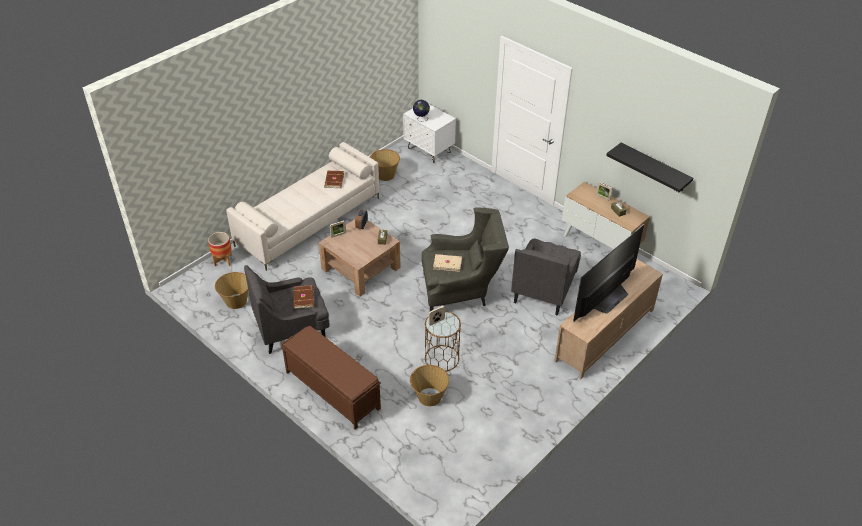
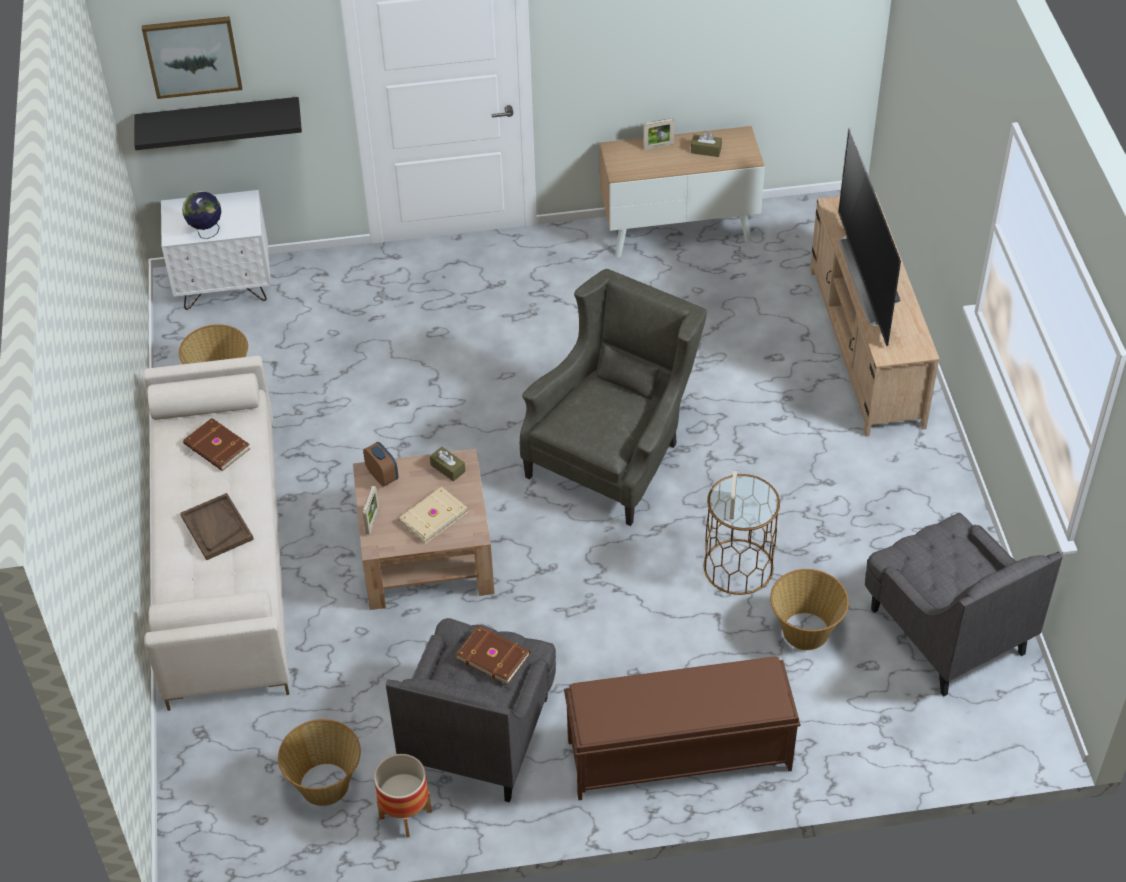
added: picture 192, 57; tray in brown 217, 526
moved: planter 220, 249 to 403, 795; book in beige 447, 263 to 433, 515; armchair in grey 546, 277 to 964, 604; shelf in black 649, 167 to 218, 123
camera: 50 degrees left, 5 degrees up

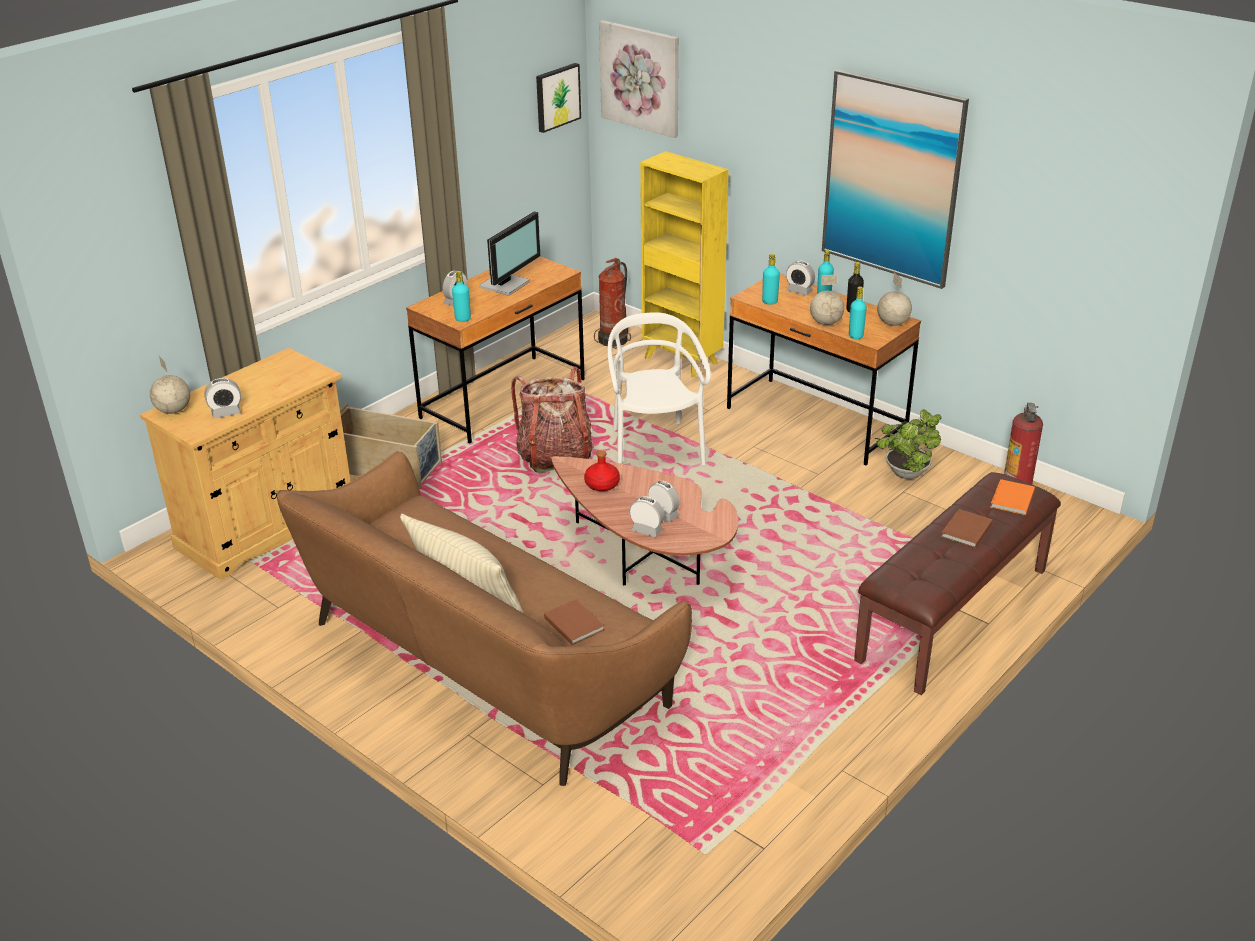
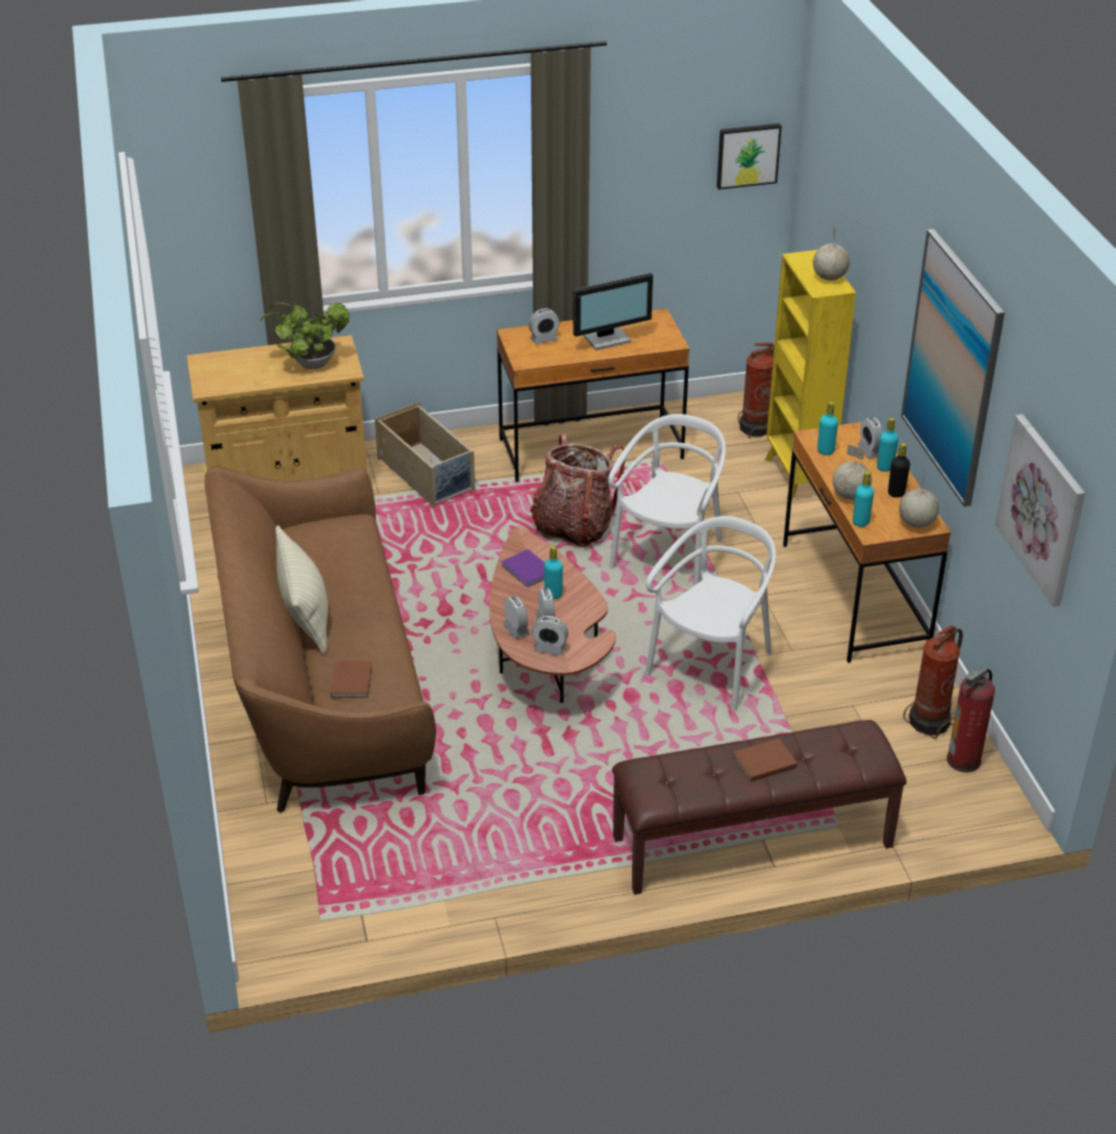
removed: book in orange 1012, 497
added: chair in white 711, 613; fire extinguisher 933, 682
moved: globe 170, 385 to 831, 253; alarm clock 222, 398 to 550, 635; bottle in turquoise 461, 296 to 553, 572; picture 639, 79 to 1040, 510; potted plant 908, 444 to 305, 335
replaced: bottle in red 602, 470 to book in purple 523, 568
camera: 35 degrees right, 5 degrees up

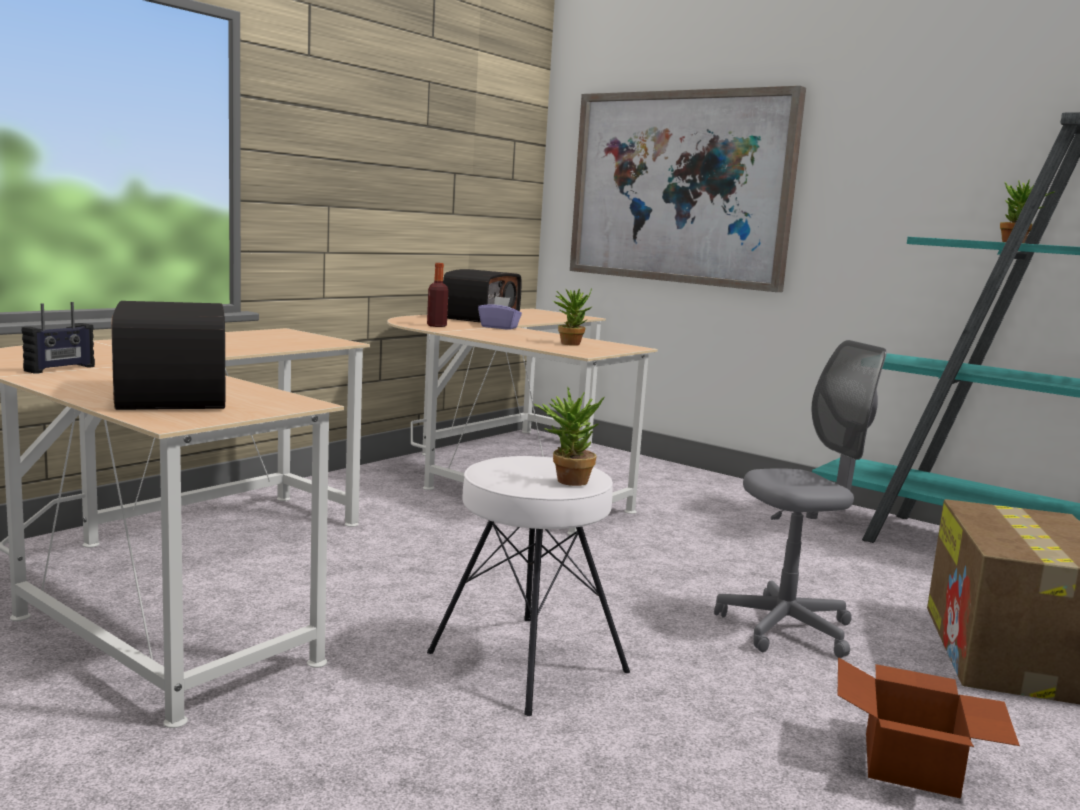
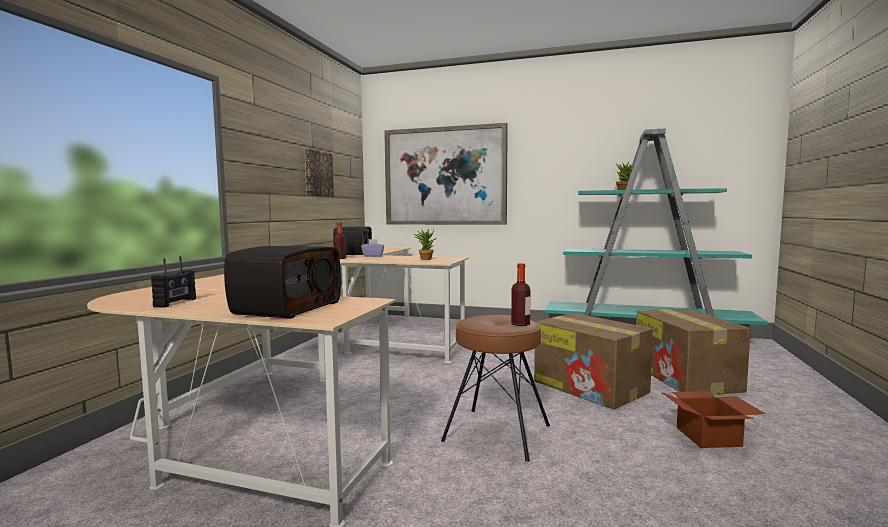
added: picture 319, 173
replaced: potted plant 569, 436 to bottle 521, 294; office chair in grey 800, 499 to cardboard box 593, 361
recoloured: stool in white 528, 586 to stool in brown 495, 388
turned: radio 168, 355 = 282, 282 60 degrees clockwise
camera: 20 degrees left, 5 degrees down

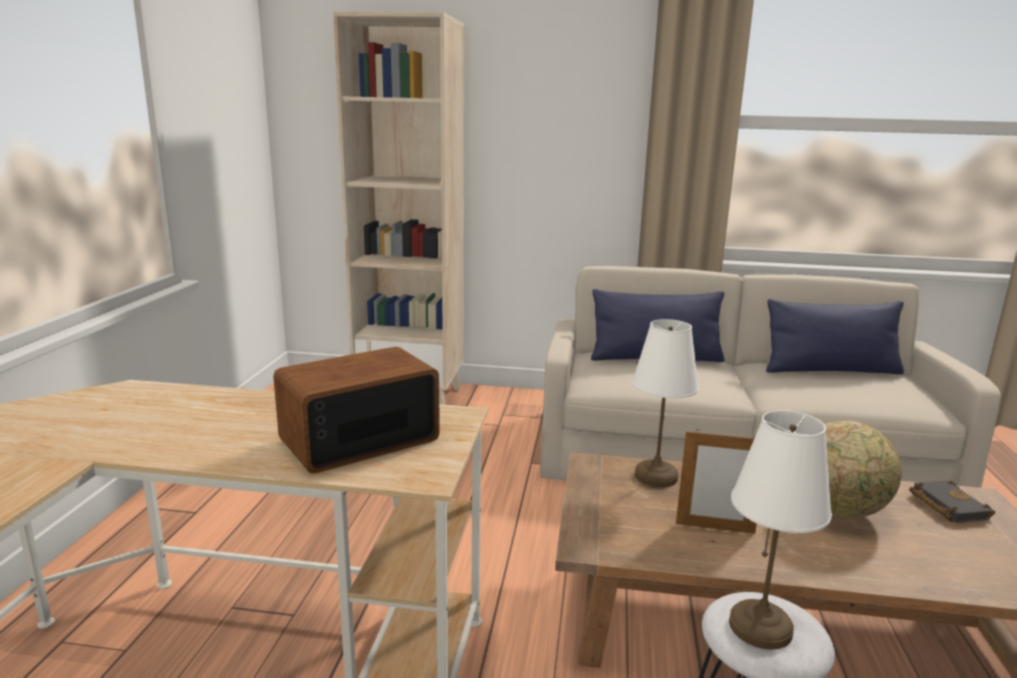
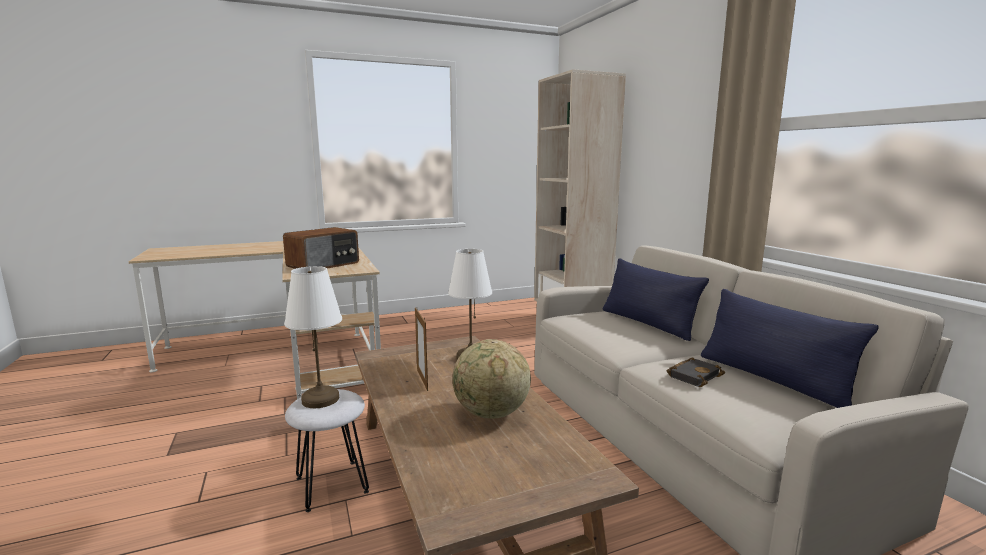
moved: book in black 952, 501 to 696, 372
turned: radio 356, 410 = 321, 248 105 degrees clockwise
camera: 60 degrees right, 5 degrees down

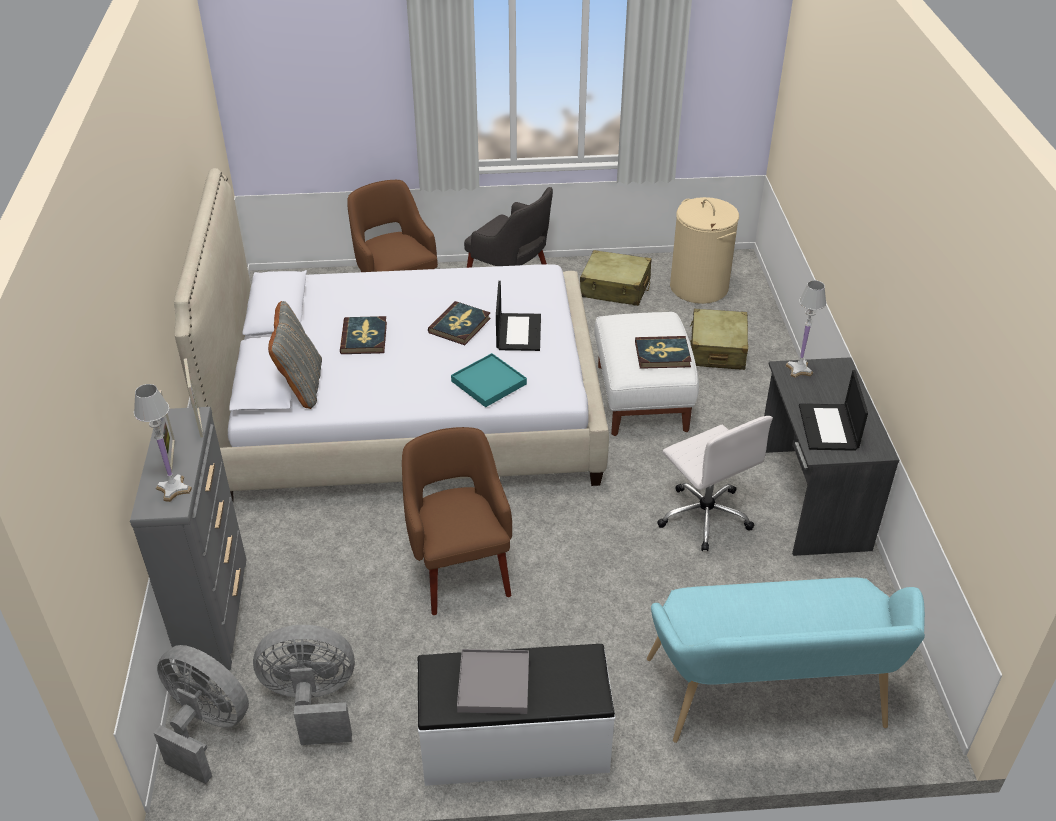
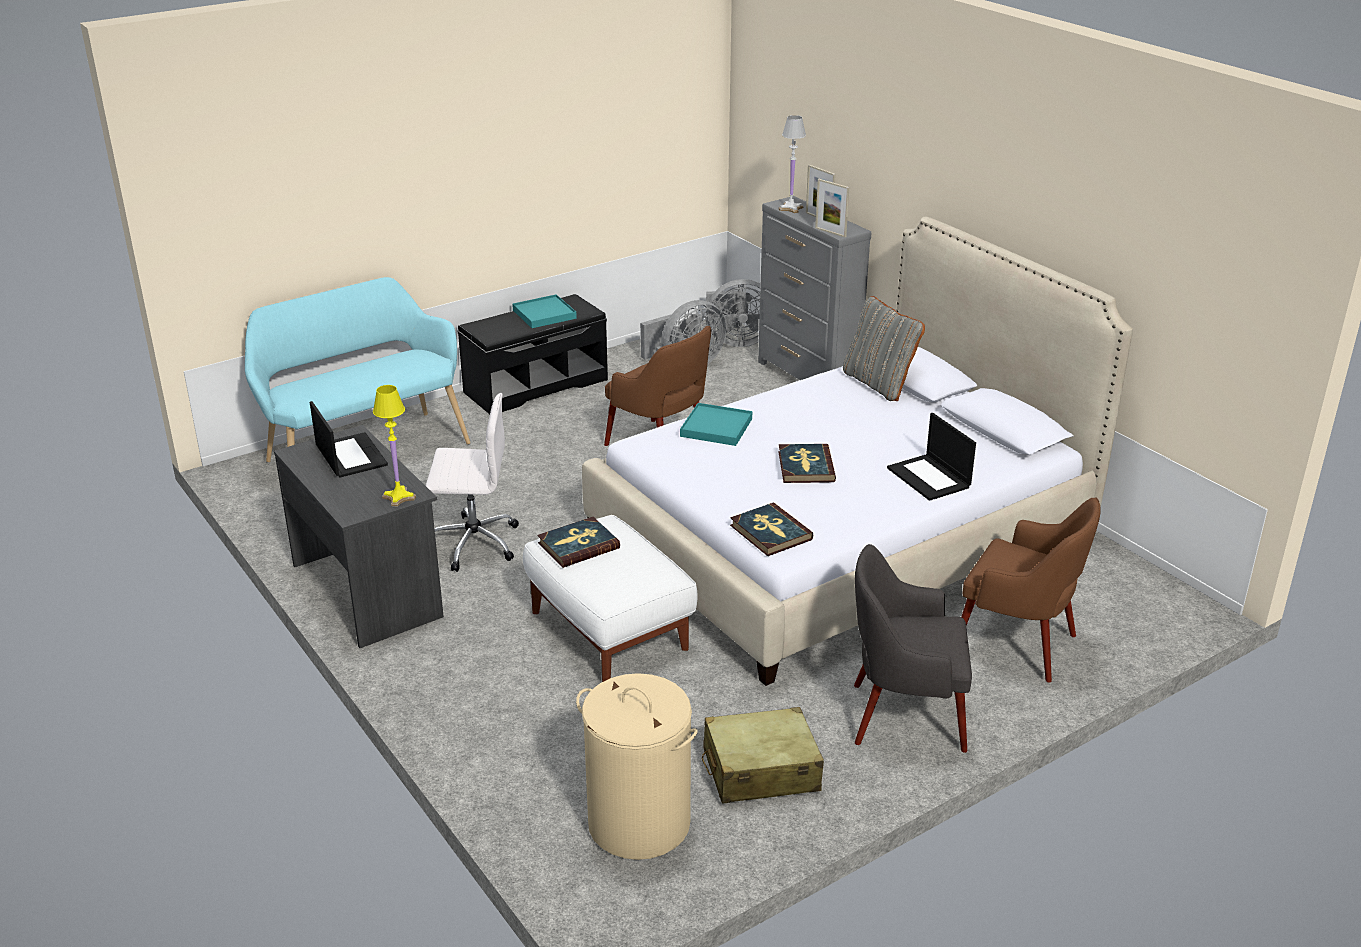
removed: suitcase in beige 719, 339
moved: book 363, 335 to 771, 529; laptop 518, 316 to 931, 457
recoloured: bench in white 516, 715 to bench in black 533, 354; tray in grey 493, 681 to tray in turquoise 544, 311; table lamp in white 806, 329 to table lamp in yellow 394, 445
turned: office chair in white 715, 483 = 472, 482 150 degrees clockwise
camera: 150 degrees right, 10 degrees down

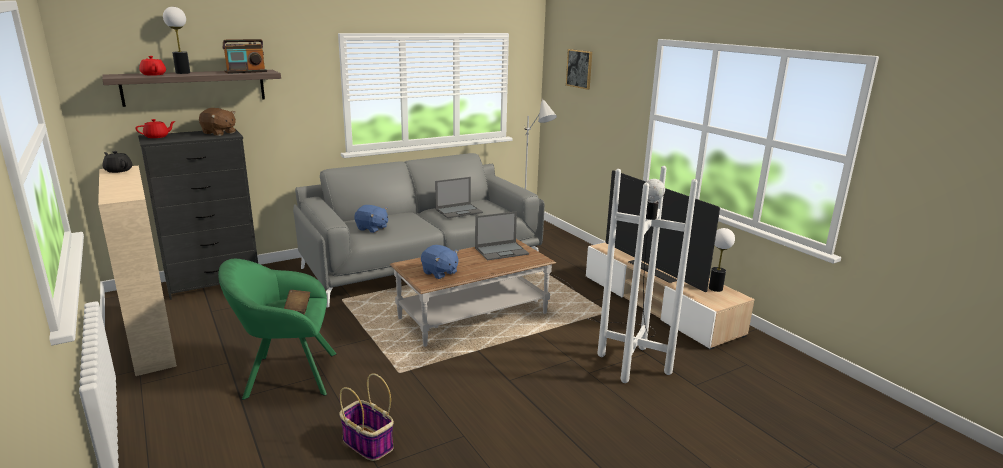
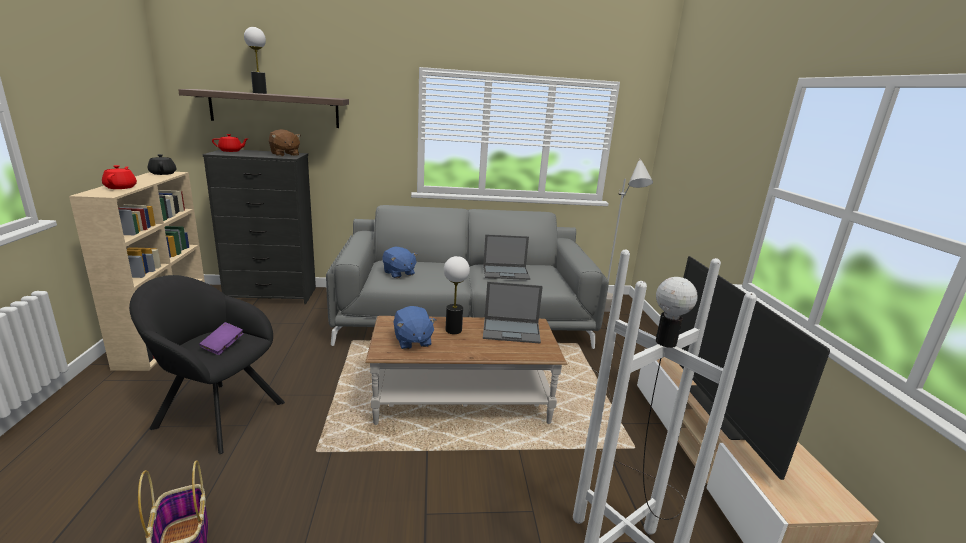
removed: radio 245, 56; picture 579, 69
moved: teapot in red 152, 66 to 119, 177; table lamp 722, 260 to 457, 295
recoloured: armchair in green 277, 329 to armchair in black 207, 364; book in brown 297, 302 to book in purple 221, 338
camera: 25 degrees right, 0 degrees up

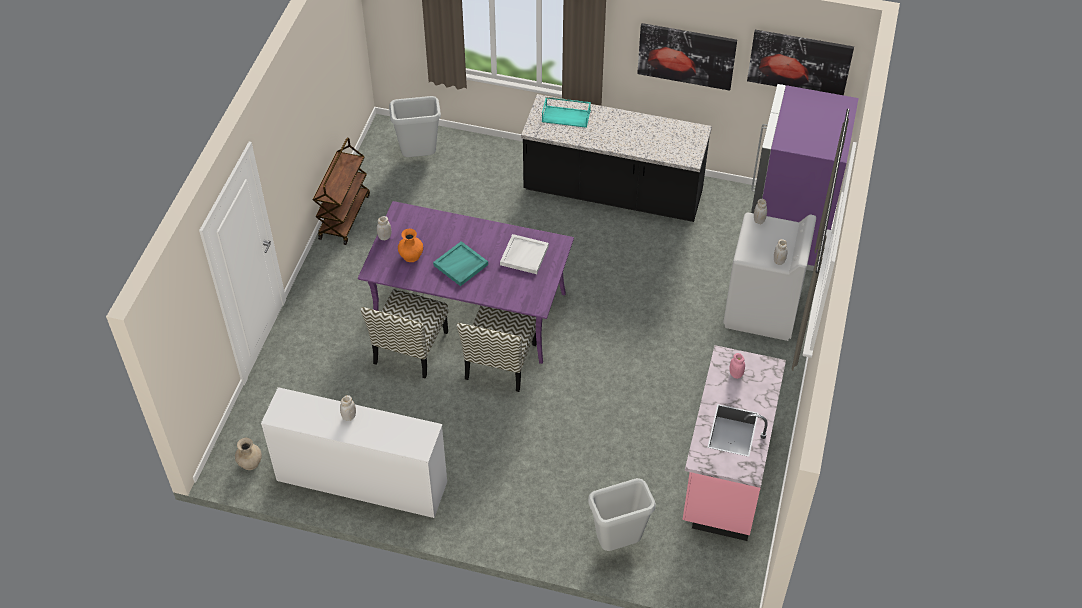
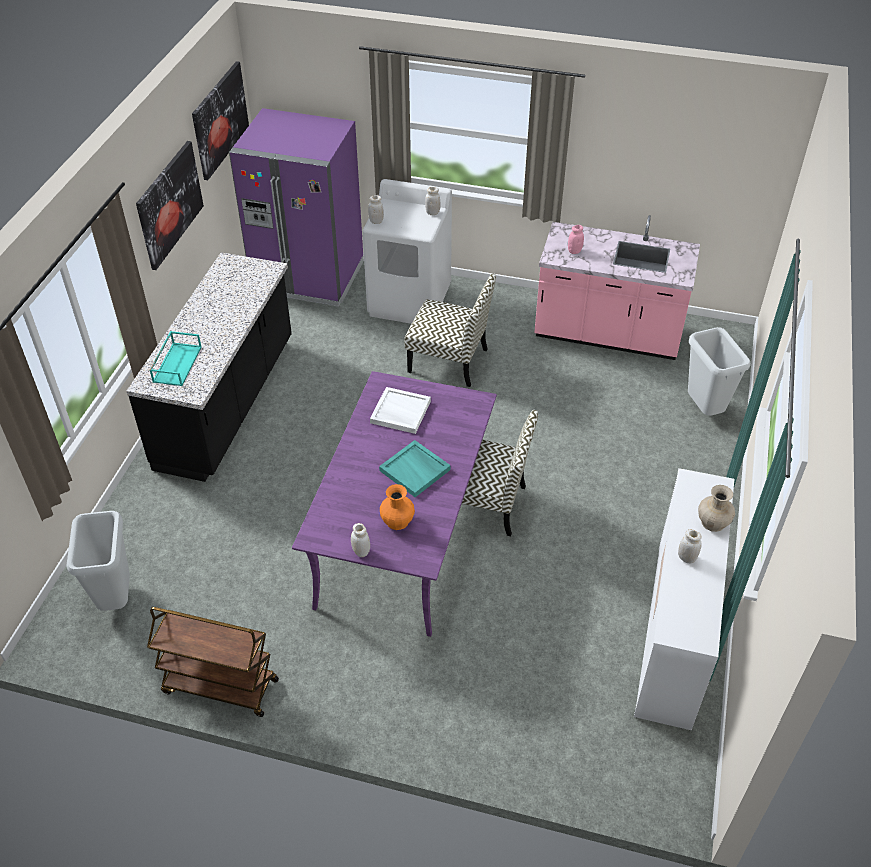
moved: vase in beige 248, 454 to 716, 508; chair 404, 334 to 450, 330
camera: 90 degrees left, 5 degrees down

